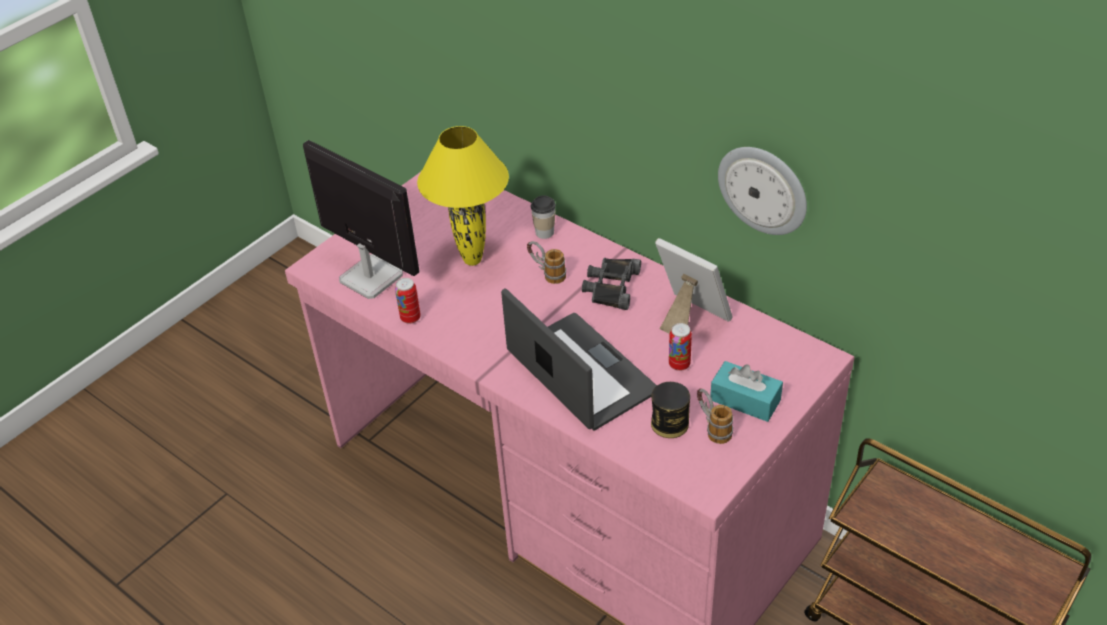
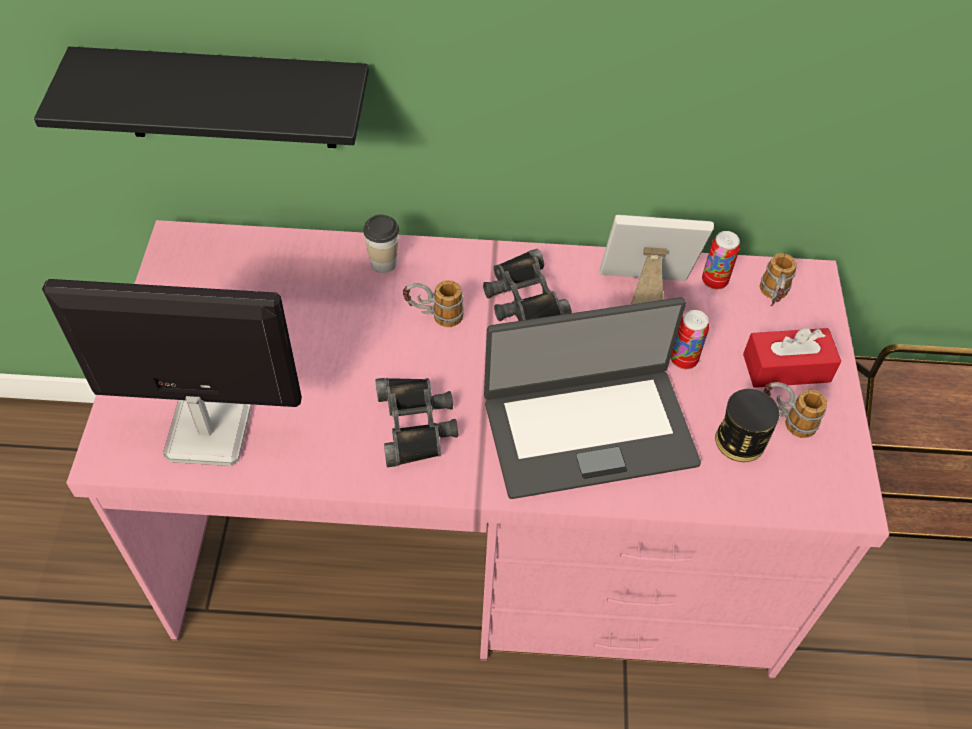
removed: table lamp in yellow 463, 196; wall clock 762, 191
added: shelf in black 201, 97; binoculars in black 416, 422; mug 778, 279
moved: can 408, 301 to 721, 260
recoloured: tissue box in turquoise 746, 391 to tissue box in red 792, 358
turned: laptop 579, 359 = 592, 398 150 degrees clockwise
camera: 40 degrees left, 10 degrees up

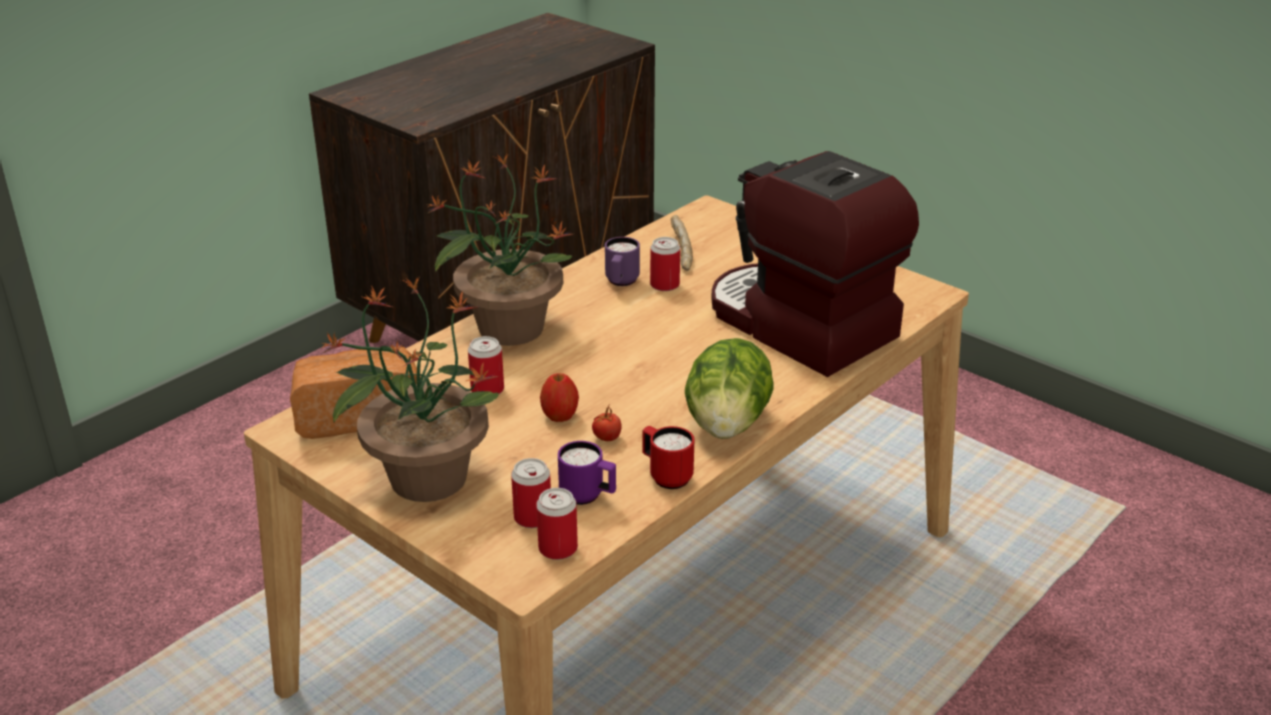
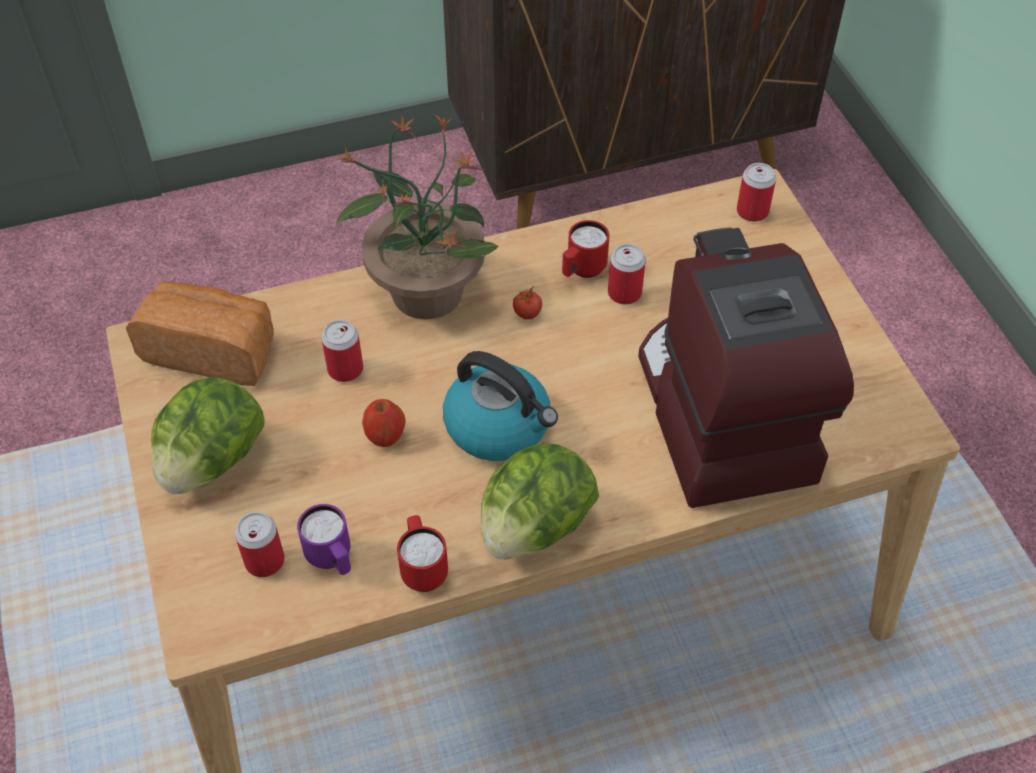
removed: bread 682, 243
added: kettle 500, 406
moved: can 557, 524 to 756, 192; tomato 607, 423 to 527, 303
replaced: potted plant 410, 389 to lettuce 207, 435
recoloured: mug in purple 622, 261 to mug in red 585, 249
camera: 30 degrees right, 20 degrees up

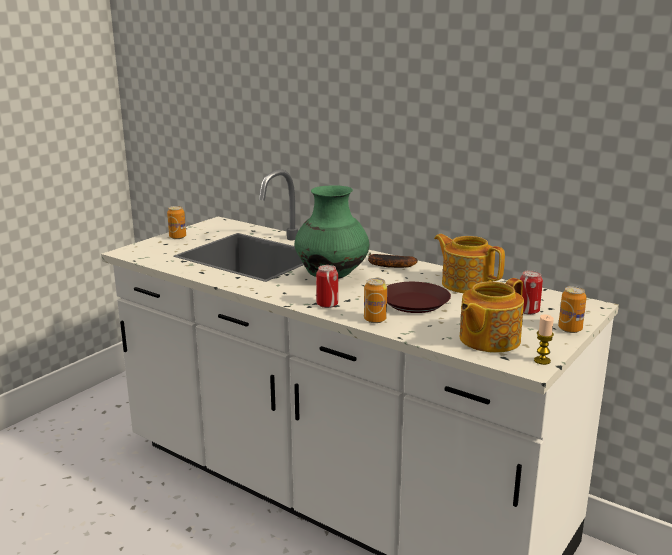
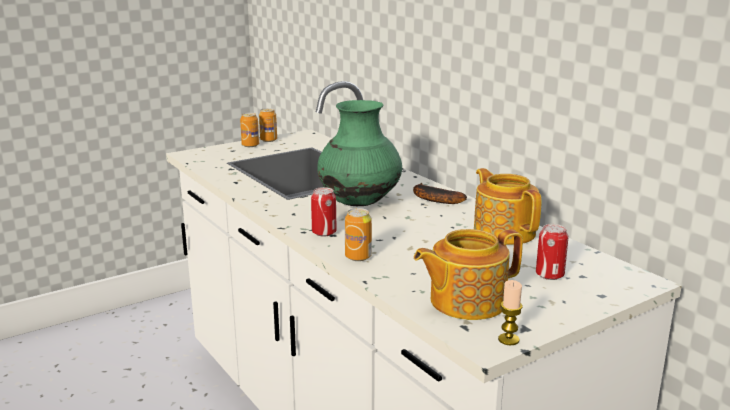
removed: plate in brown 419, 297
moved: can 572, 309 to 268, 125
camera: 20 degrees right, 0 degrees up

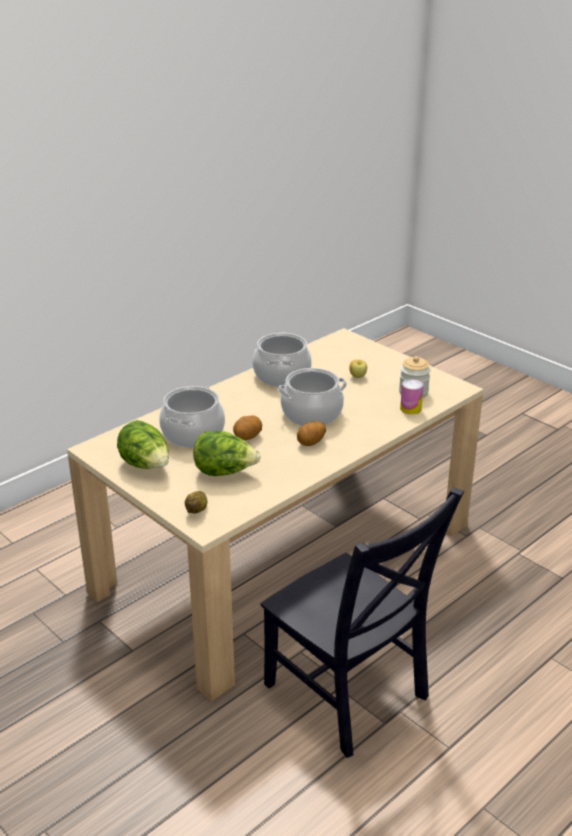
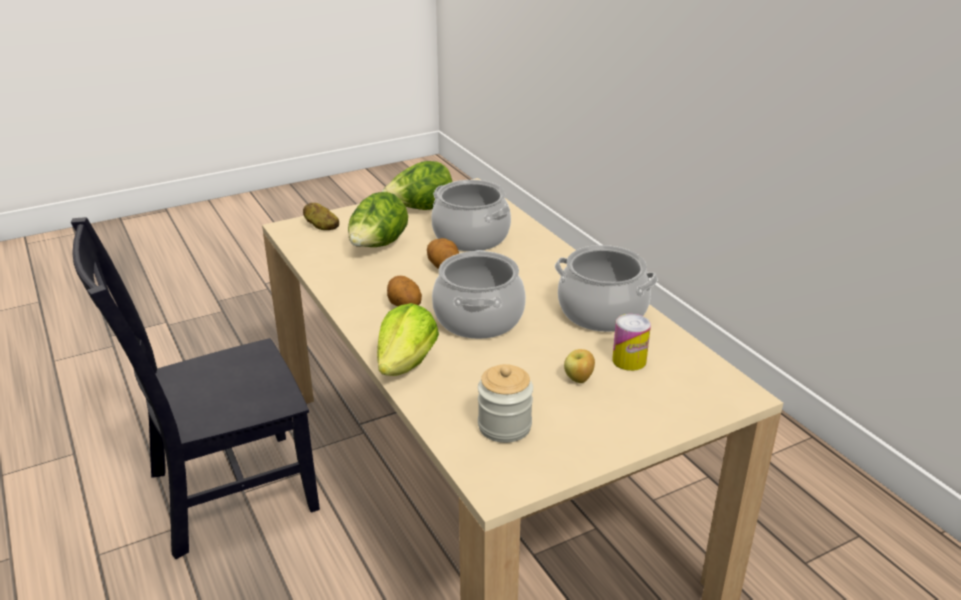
added: lettuce 408, 339
moved: can 412, 396 to 631, 342
camera: 105 degrees right, 0 degrees up

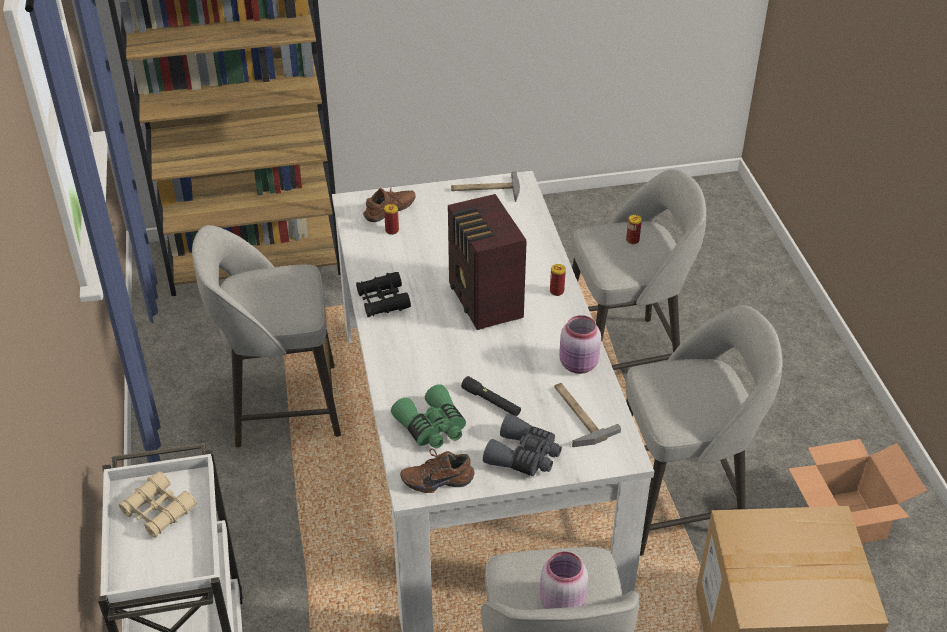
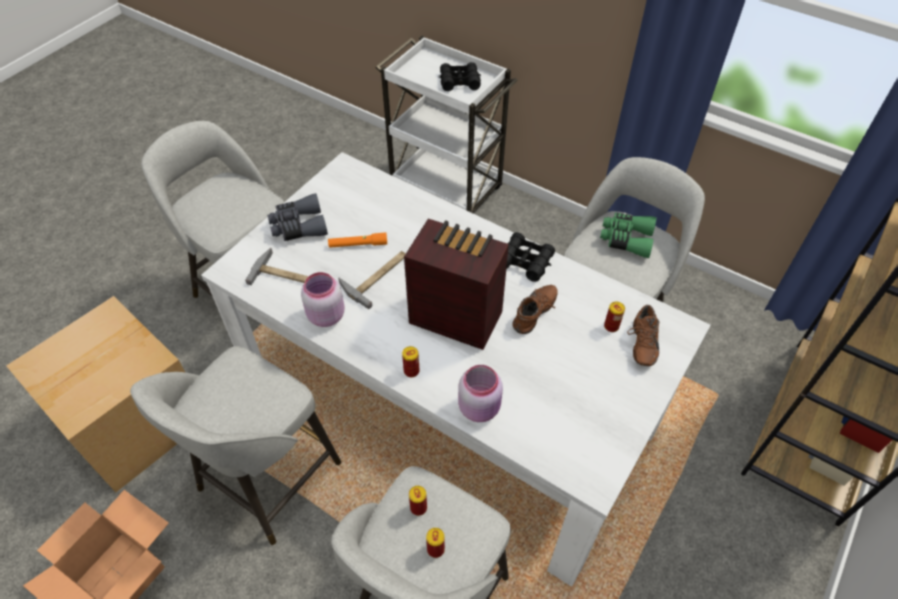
added: can 418, 501
moved: binoculars in green 428, 416 to 628, 235; shoe in brown 437, 470 to 535, 309; hammer 485, 186 to 372, 280; jar in pink 564, 580 to 480, 393
recoloured: binoculars in beige 158, 504 to binoculars in black 459, 76; flashlight in black 491, 396 to flashlight in orange 357, 240
camera: 135 degrees right, 10 degrees up

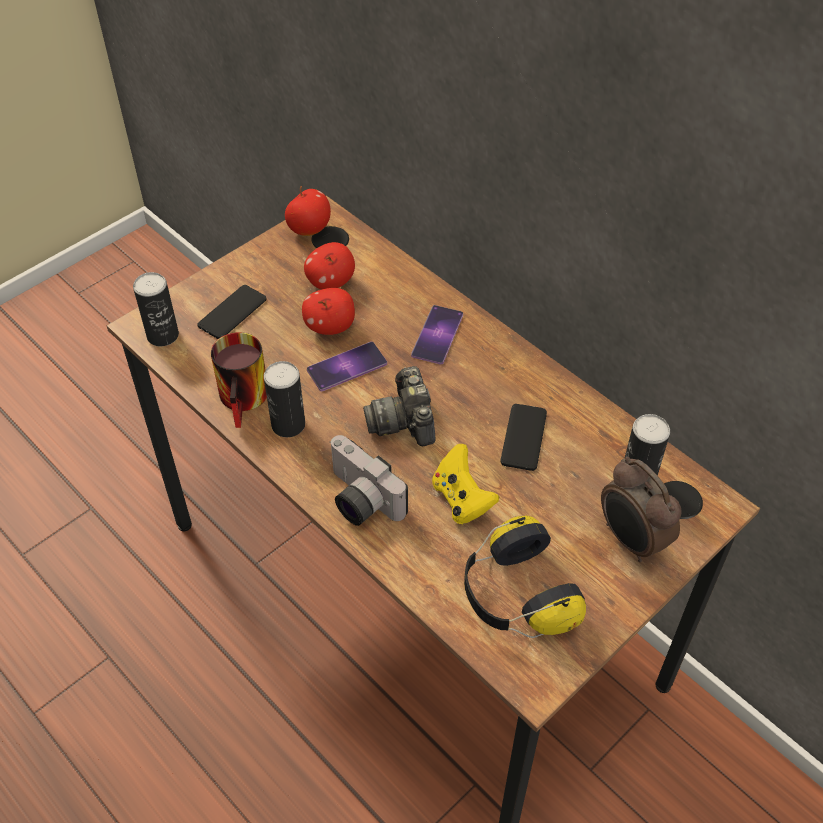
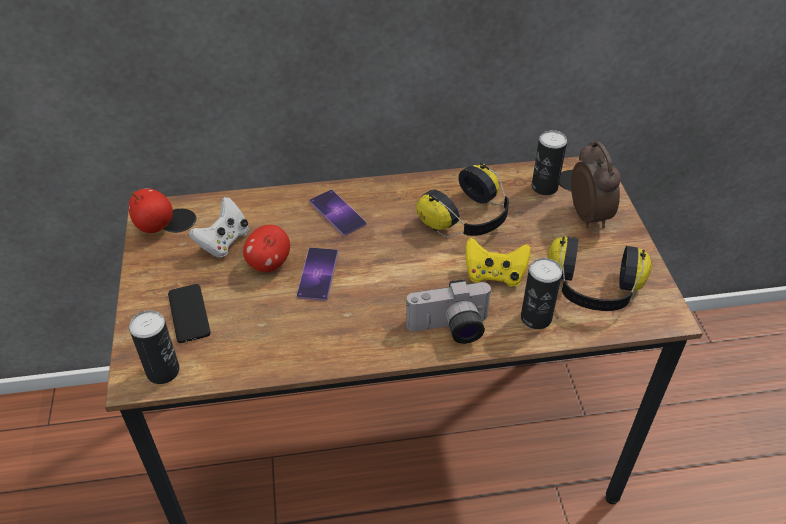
removed: mug 239, 380; photo camera 399, 406
moved: can 284, 399 to 541, 293
replaced: apple 329, 266 to game controller in white 219, 227; phone 523, 437 to headphones 462, 200
turned: alarm clock 641, 509 = 596, 184 105 degrees counterclockwise
camera: 55 degrees left, 5 degrees down

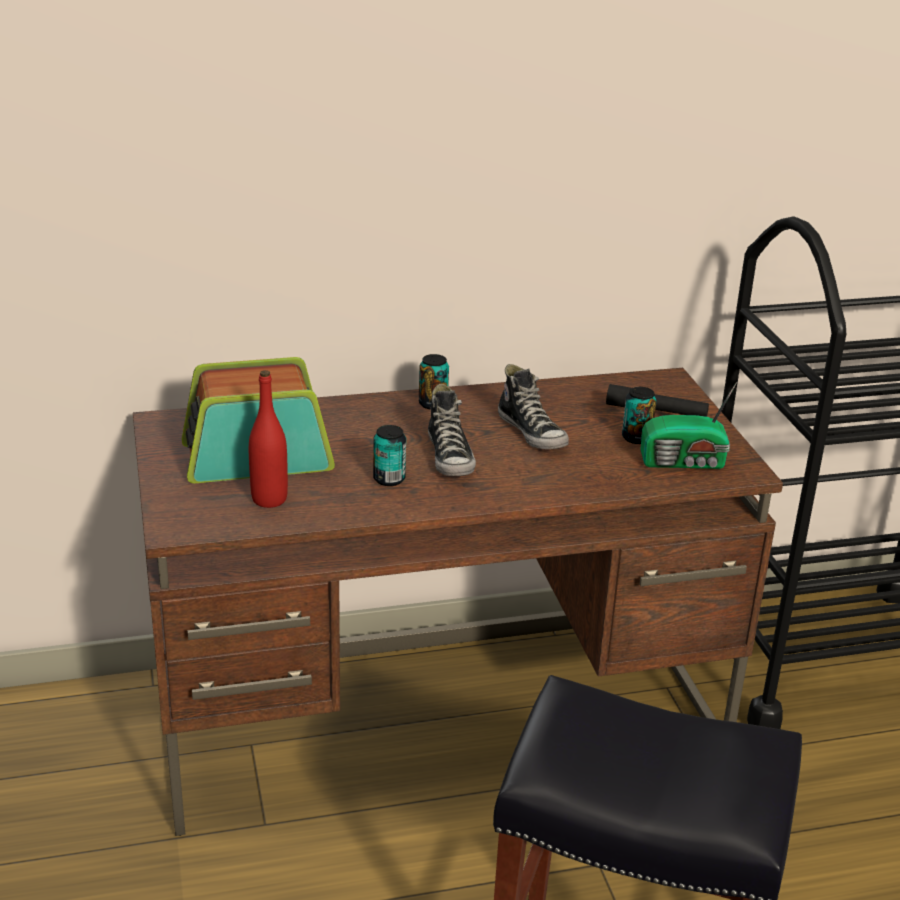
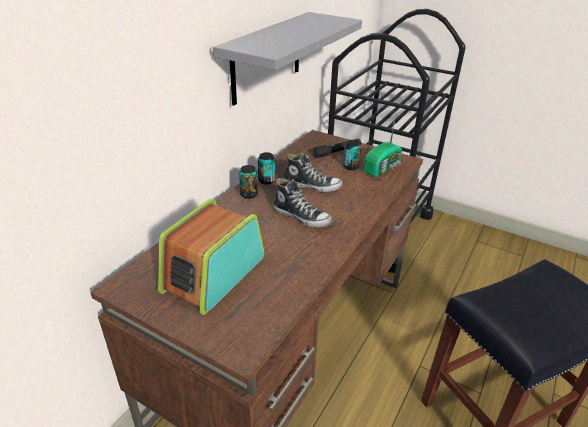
removed: bottle in red 268, 439
added: shelf in grey 287, 59
moved: can 389, 455 to 266, 168
camera: 45 degrees left, 5 degrees up

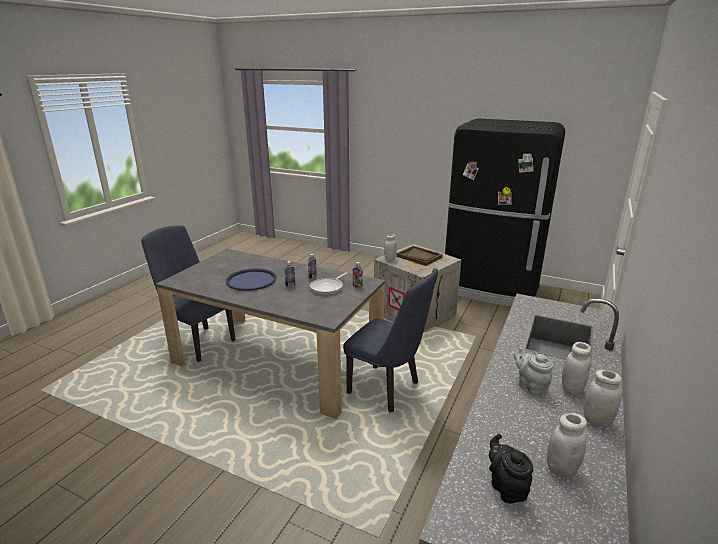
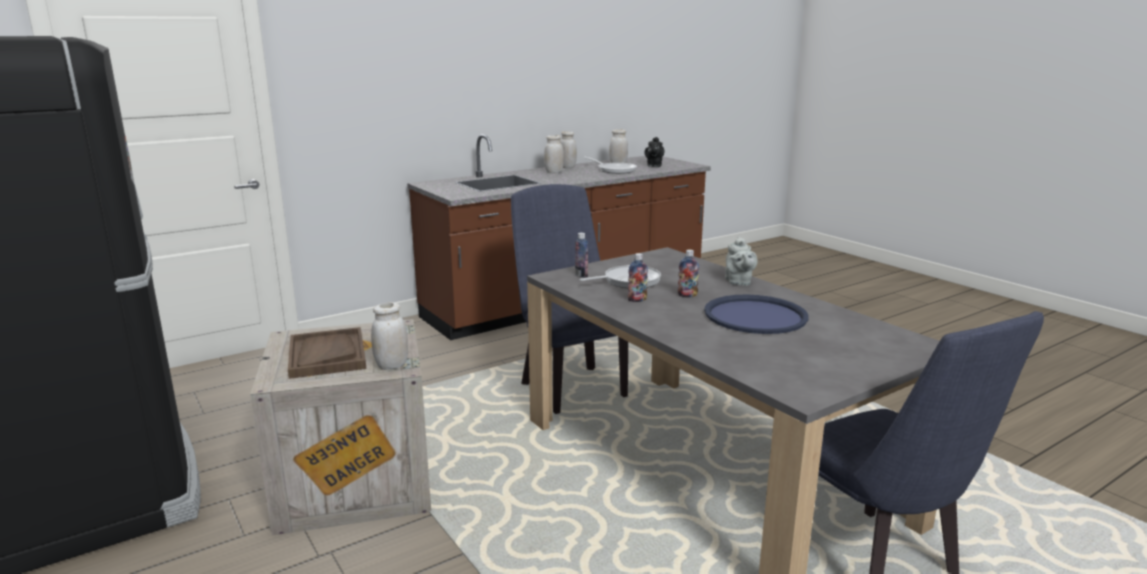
added: frying pan 610, 165
moved: teapot in grey 533, 371 to 741, 261
camera: 150 degrees left, 5 degrees down

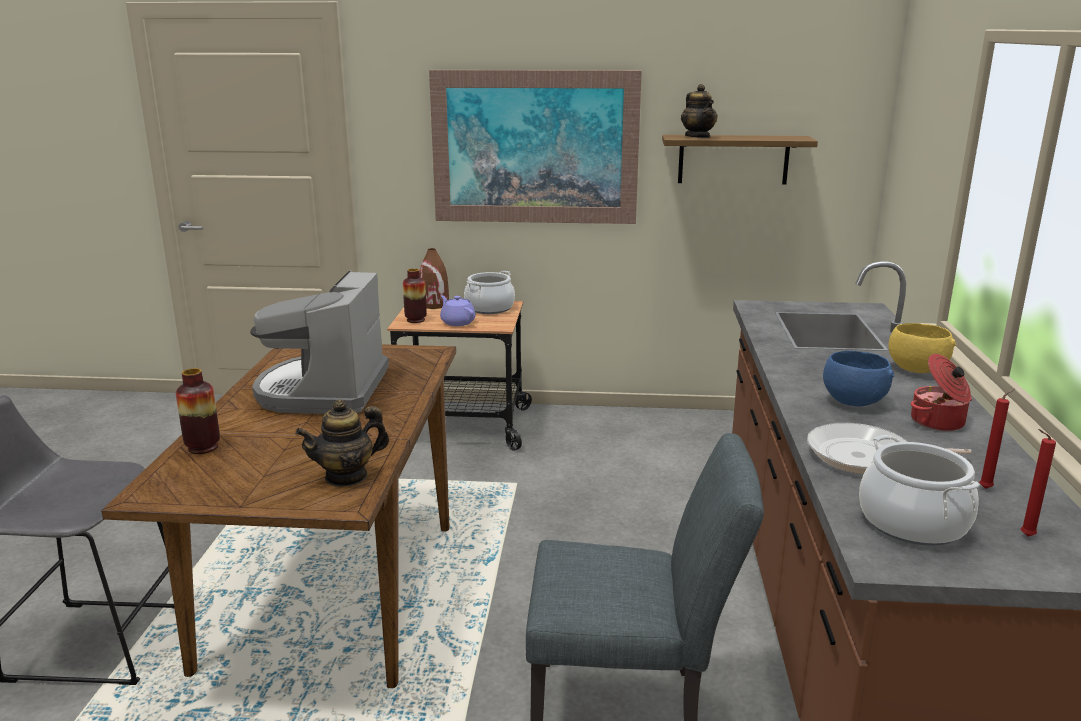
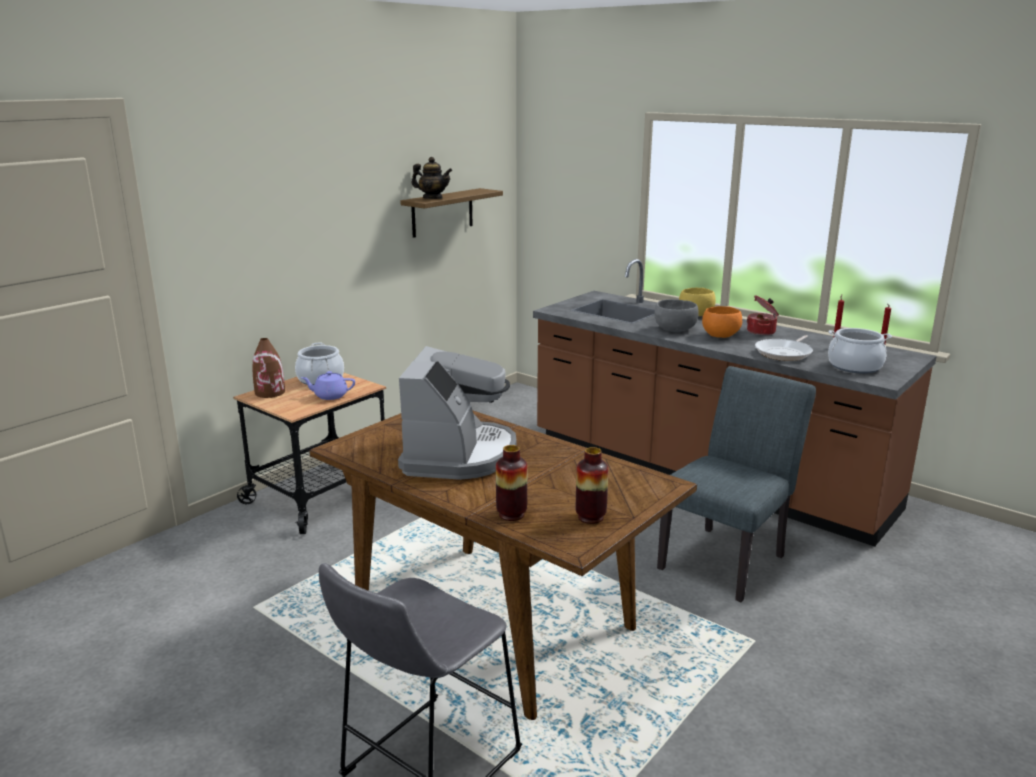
removed: teapot 342, 443; picture 535, 147
added: bowl in grey 676, 315
moved: vase 415, 295 to 592, 485
recoloured: bowl in blue 858, 379 to bowl in orange 722, 322
turned: coffee machine 319, 342 = 457, 413 120 degrees counterclockwise
camera: 55 degrees left, 0 degrees up

